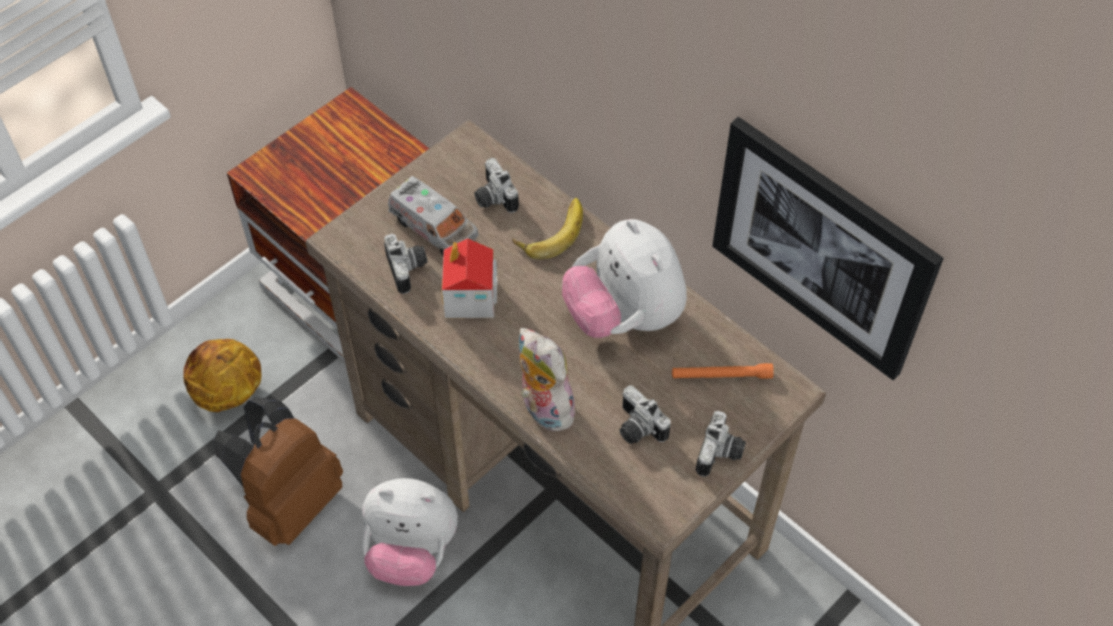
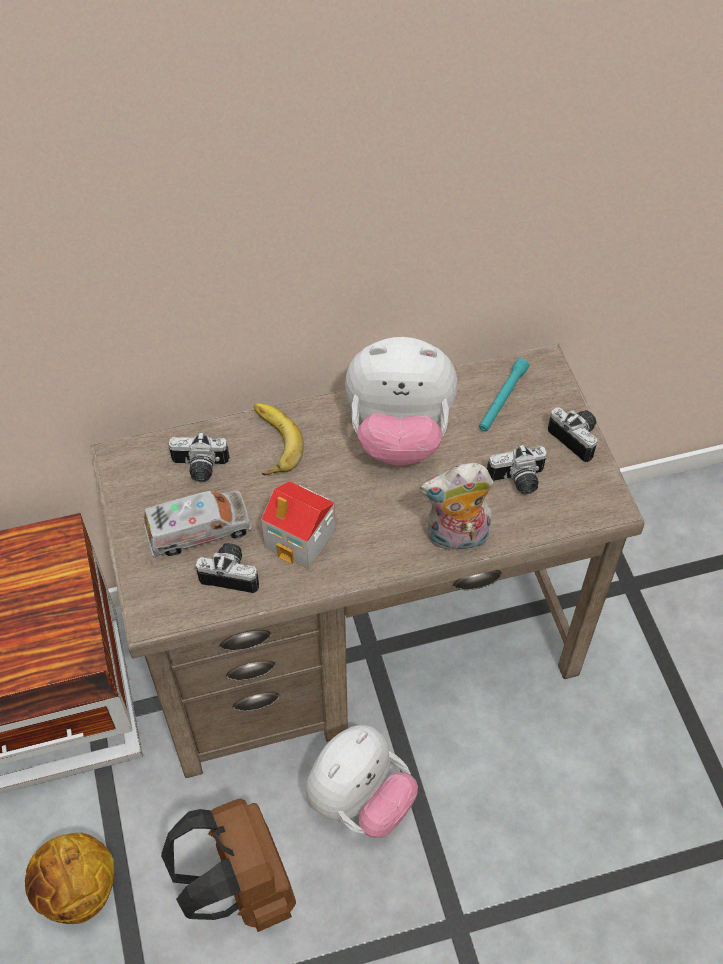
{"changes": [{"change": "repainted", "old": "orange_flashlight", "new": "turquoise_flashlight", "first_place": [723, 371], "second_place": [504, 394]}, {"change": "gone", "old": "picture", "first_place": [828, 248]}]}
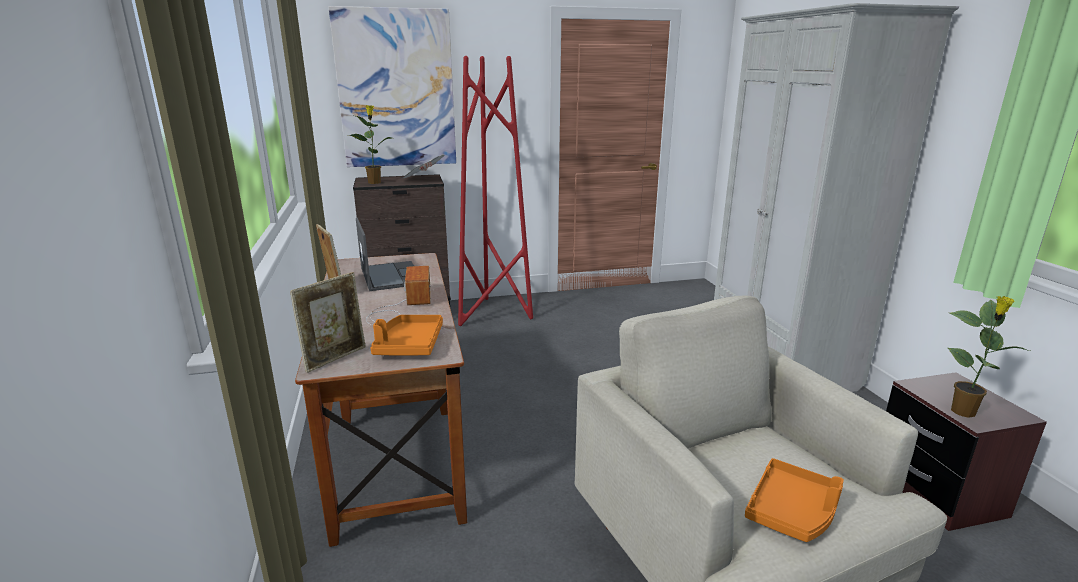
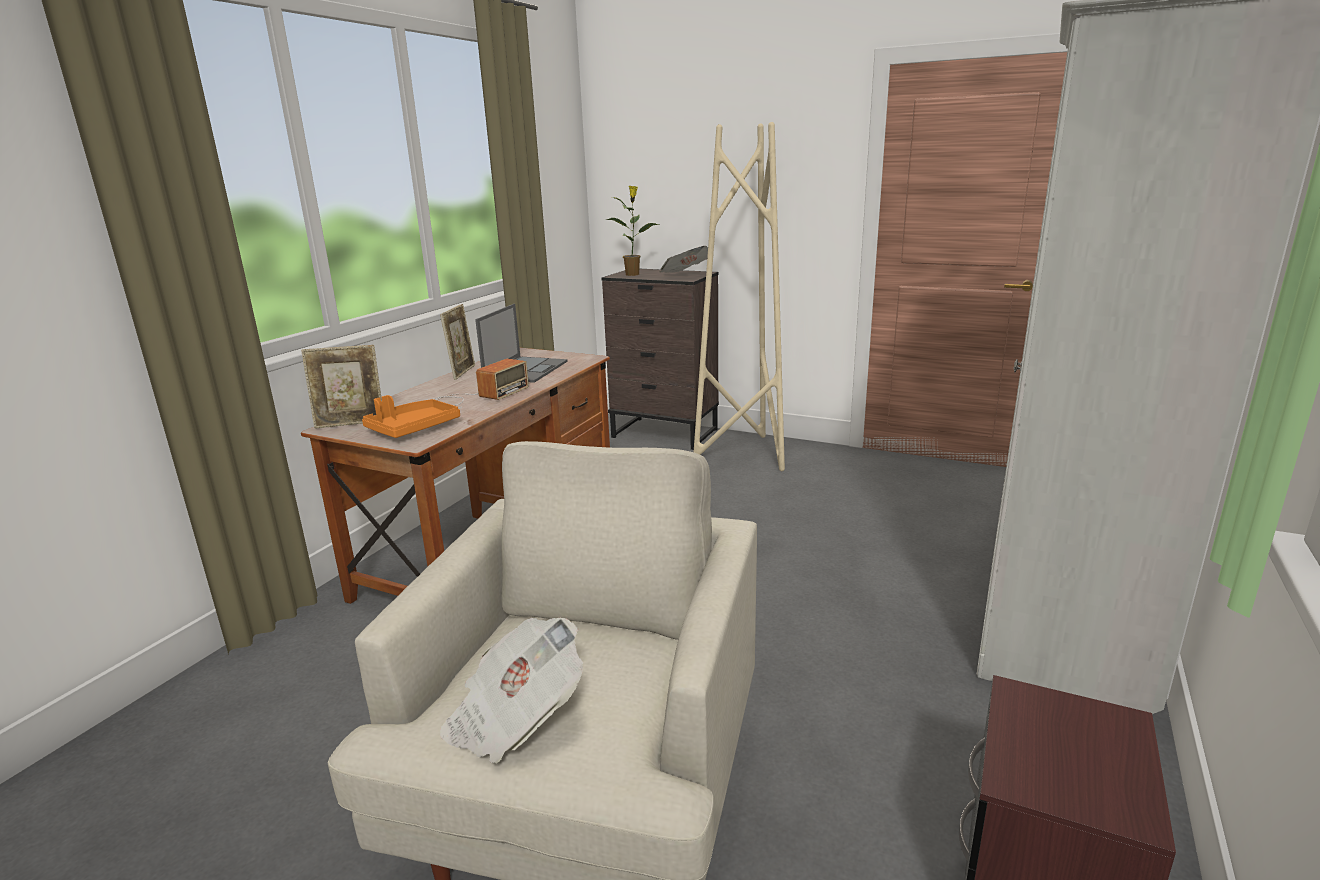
{"changes": [{"change": "swapped", "old": "orange_tray", "new": "newspaper", "first_place": [794, 500], "second_place": [511, 691]}, {"change": "repainted", "old": "red_clothes_rack", "new": "beige_clothes_rack", "first_place": [495, 191], "second_place": [739, 296]}, {"change": "gone", "old": "picture", "first_place": [392, 86]}, {"change": "gone", "old": "potted_plant", "first_place": [989, 357]}]}
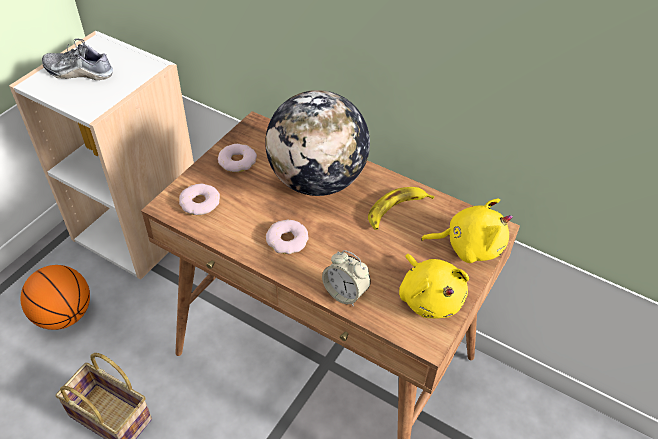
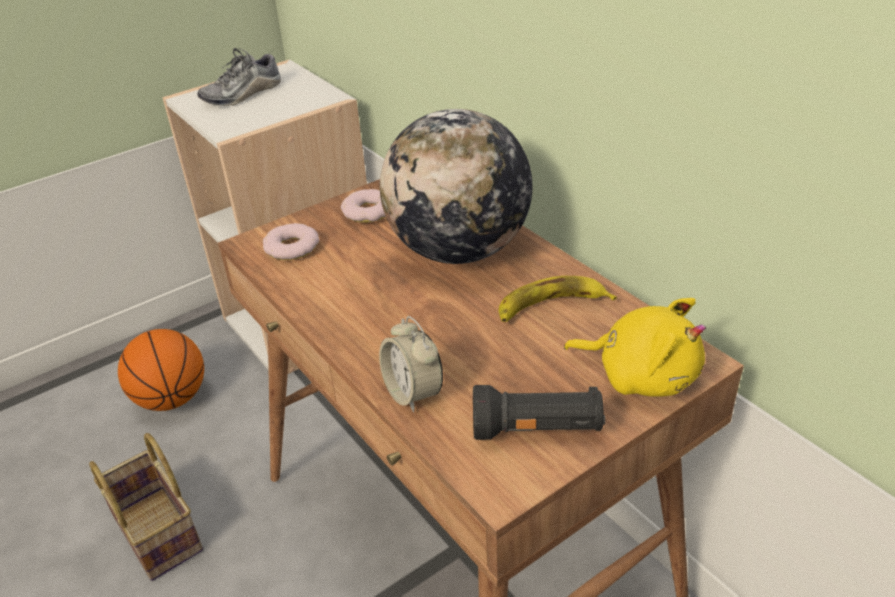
{"changes": [{"change": "rotated", "old": "shoe", "first_place": [77, 59], "second_place": [239, 77], "degrees": -75}, {"change": "swapped", "old": "yellow_plush_toy", "new": "black_flashlight", "first_place": [434, 286], "second_place": [539, 412]}, {"change": "gone", "old": "donut", "first_place": [287, 237]}]}
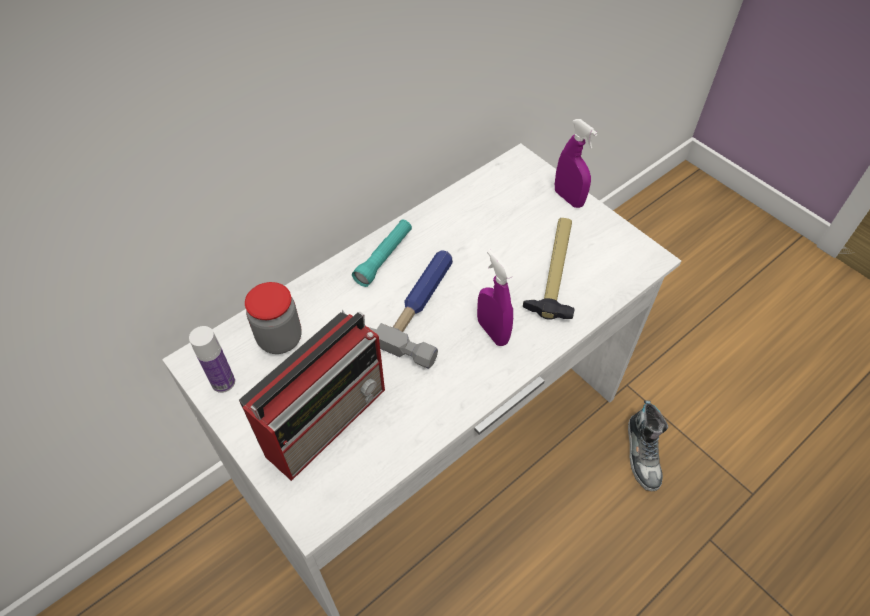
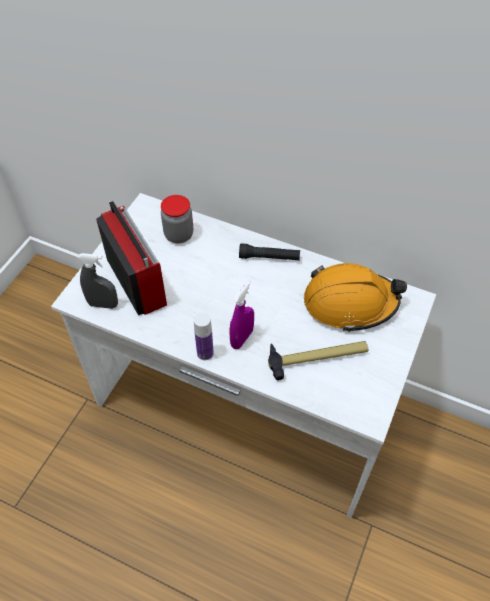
{"changes": [{"change": "new", "new": "grey_spray_bottle", "second_place": [97, 281]}, {"change": "rotated", "old": "radio", "first_place": [312, 396], "second_place": [131, 257], "degrees": -135}, {"change": "shifted", "old": "bottle", "first_place": [212, 359], "second_place": [204, 336]}, {"change": "repainted", "old": "turquoise_flashlight", "new": "black_flashlight", "first_place": [382, 253], "second_place": [269, 252]}, {"change": "new", "new": "orange_hard_hat", "second_place": [355, 297]}, {"change": "gone", "old": "hammer", "first_place": [397, 309]}, {"change": "gone", "old": "purple_spray_bottle", "first_place": [576, 163]}, {"change": "gone", "old": "shoe", "first_place": [648, 446]}]}
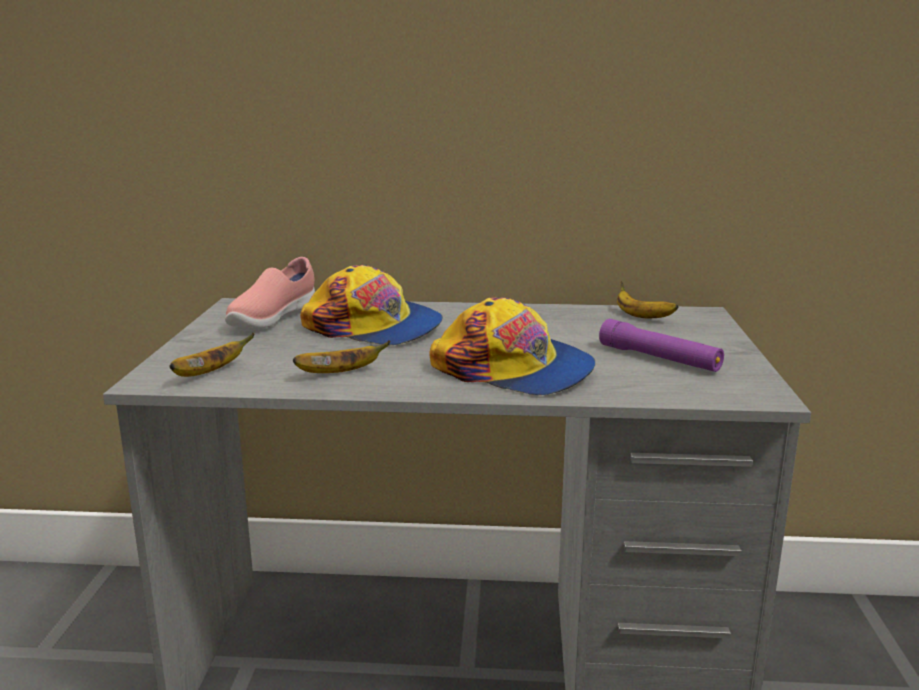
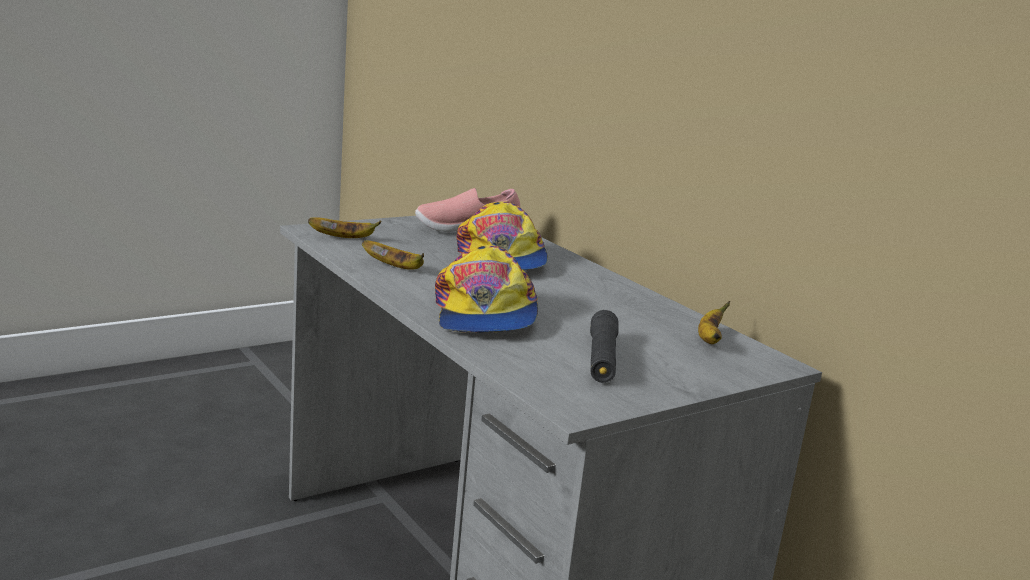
{"changes": [{"change": "repainted", "old": "purple_flashlight", "new": "black_flashlight", "first_place": [661, 345], "second_place": [604, 346]}]}
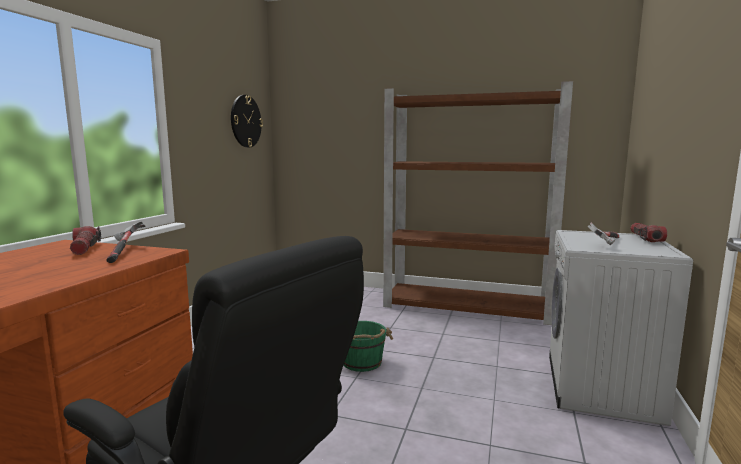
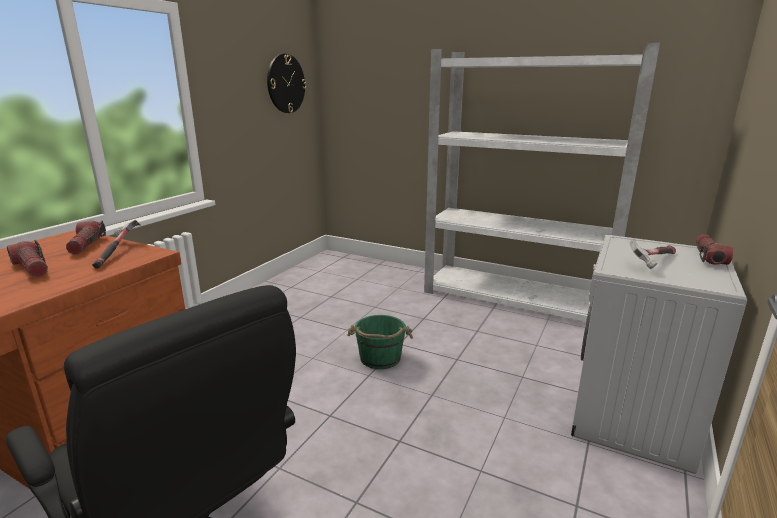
{"changes": [{"change": "new", "new": "flashlight", "second_place": [27, 258]}, {"change": "repainted", "old": "brown_bookcase", "new": "white_bookcase", "first_place": [478, 203], "second_place": [542, 181]}]}
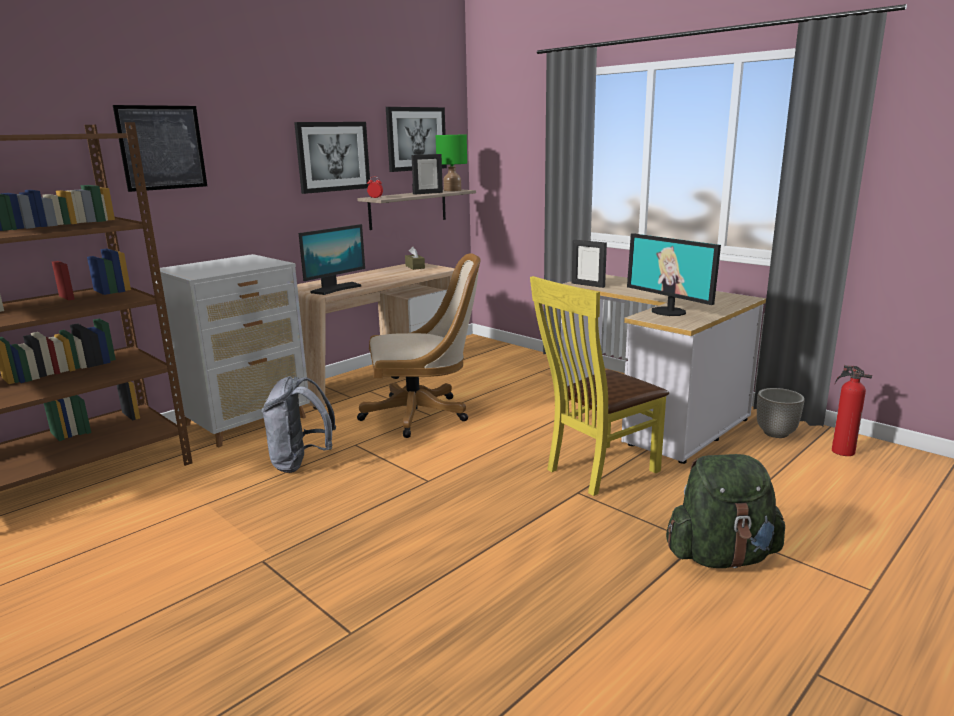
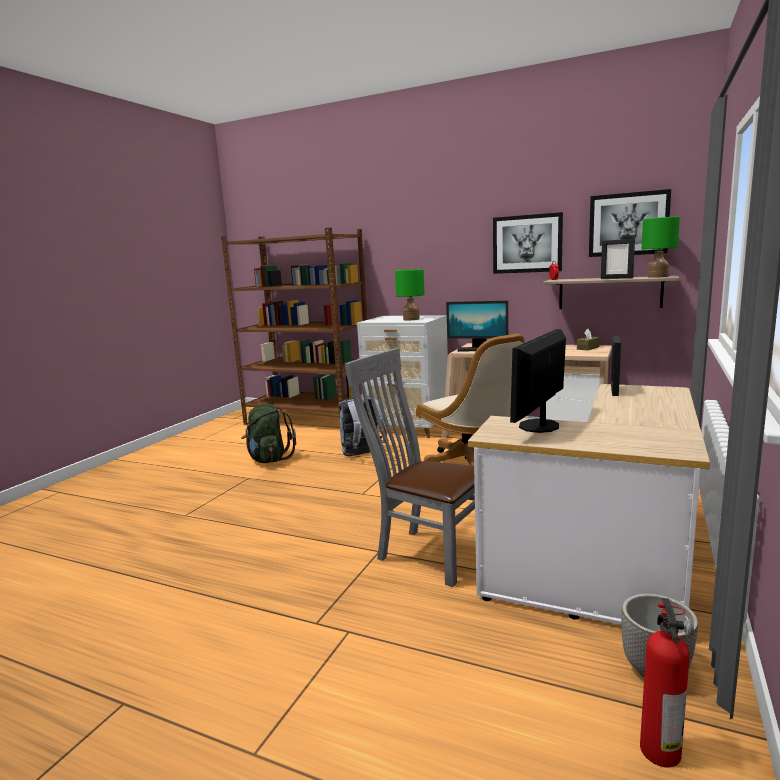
{"changes": [{"change": "shifted", "old": "green_backpack", "first_place": [725, 511], "second_place": [268, 433]}, {"change": "repainted", "old": "yellow_chair", "new": "grey_chair", "first_place": [599, 386], "second_place": [410, 468]}, {"change": "new", "new": "green_table_lamp", "second_place": [410, 294]}, {"change": "gone", "old": "picture", "first_place": [160, 148]}]}
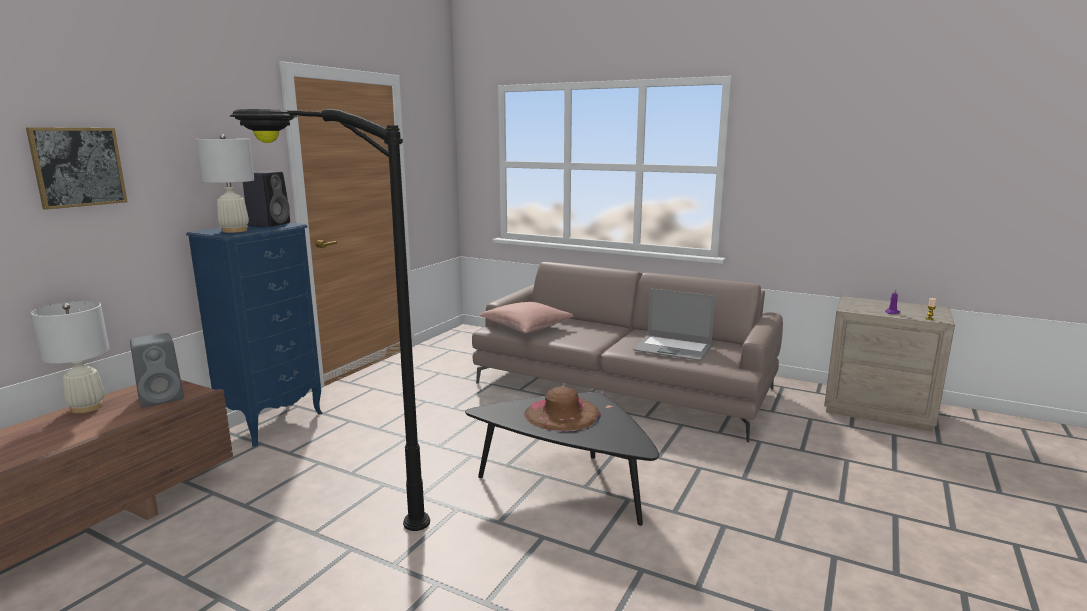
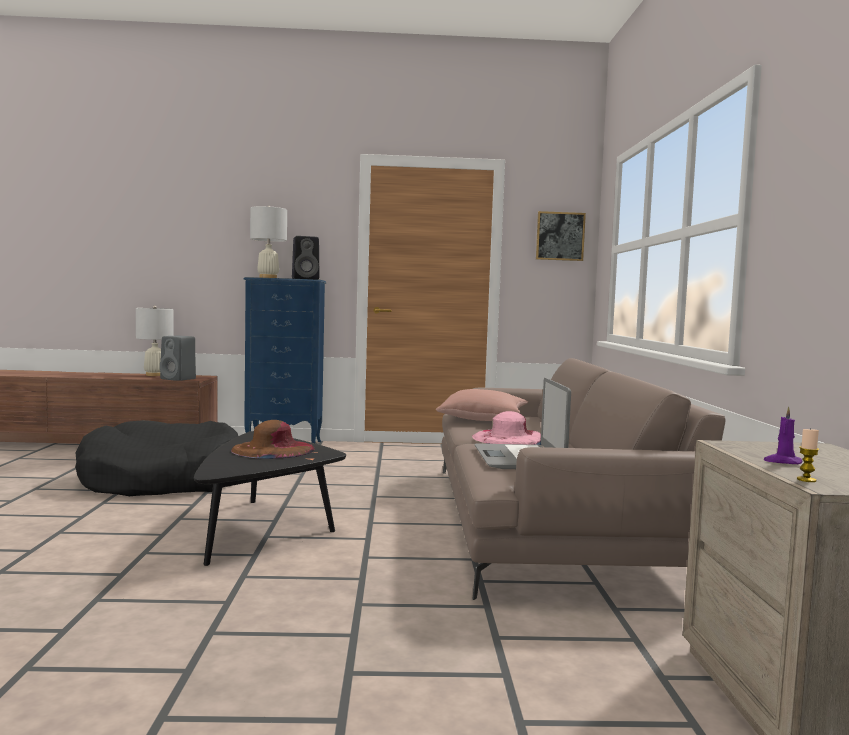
{"changes": [{"change": "swapped", "old": "black_floor_lamp", "new": "black_dog_bed", "first_place": [330, 320], "second_place": [156, 458]}, {"change": "new", "new": "pink_hat", "second_place": [507, 428]}, {"change": "shifted", "old": "picture", "first_place": [76, 168], "second_place": [561, 236]}]}
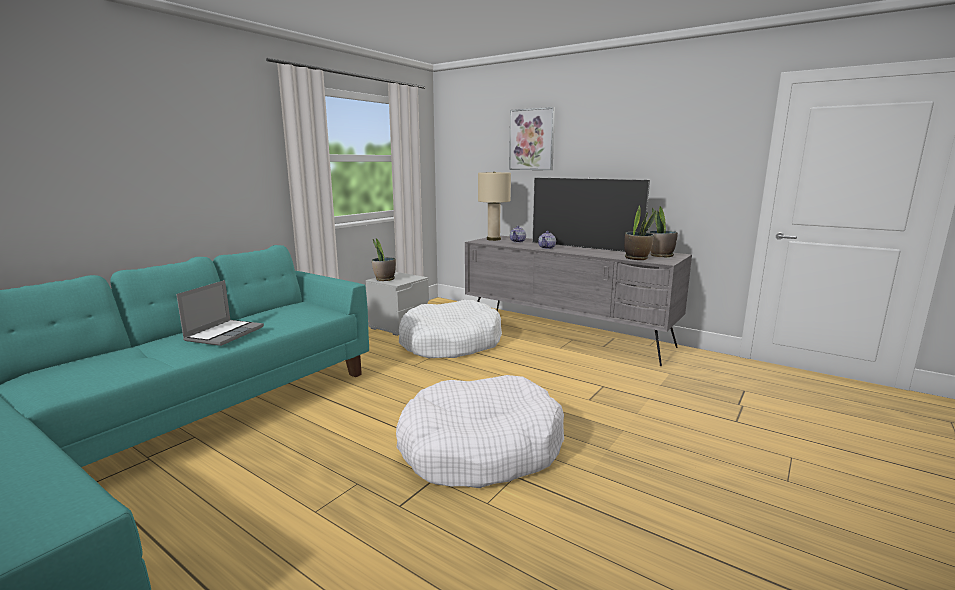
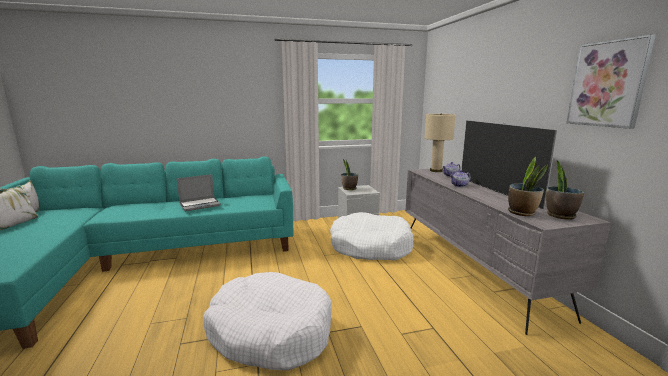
{"changes": [{"change": "shifted", "old": "picture", "first_place": [532, 138], "second_place": [611, 81]}]}
